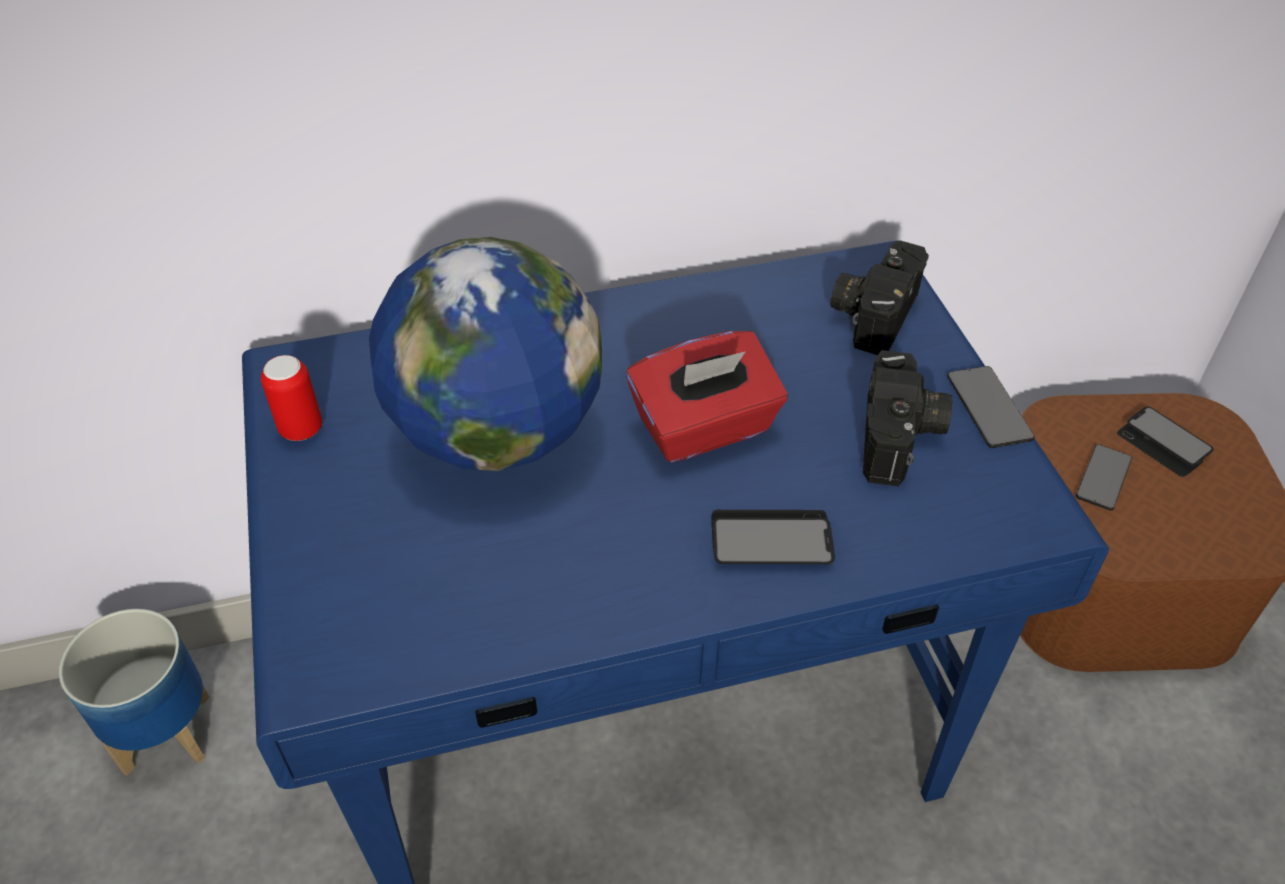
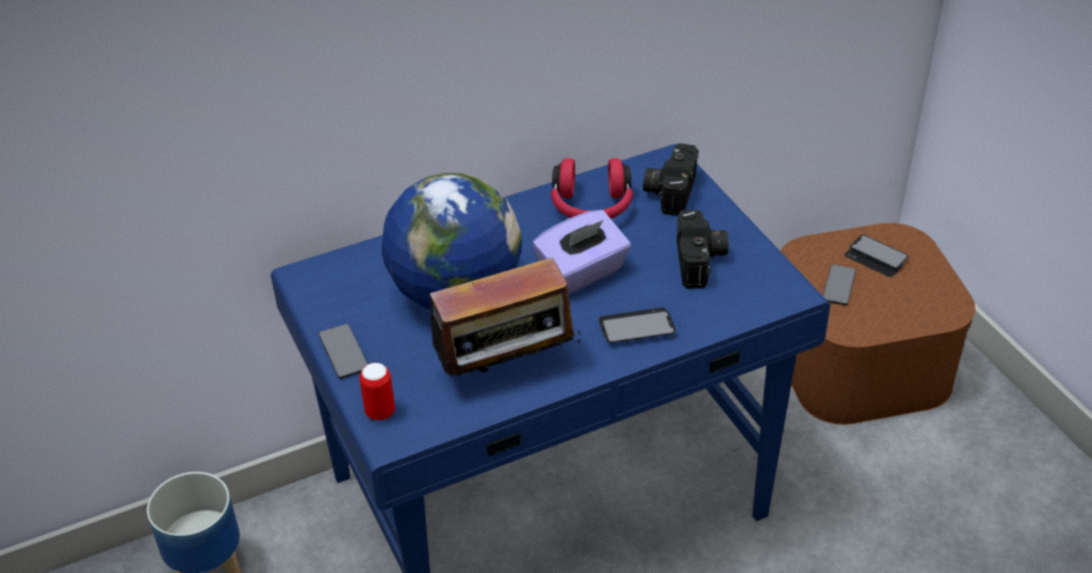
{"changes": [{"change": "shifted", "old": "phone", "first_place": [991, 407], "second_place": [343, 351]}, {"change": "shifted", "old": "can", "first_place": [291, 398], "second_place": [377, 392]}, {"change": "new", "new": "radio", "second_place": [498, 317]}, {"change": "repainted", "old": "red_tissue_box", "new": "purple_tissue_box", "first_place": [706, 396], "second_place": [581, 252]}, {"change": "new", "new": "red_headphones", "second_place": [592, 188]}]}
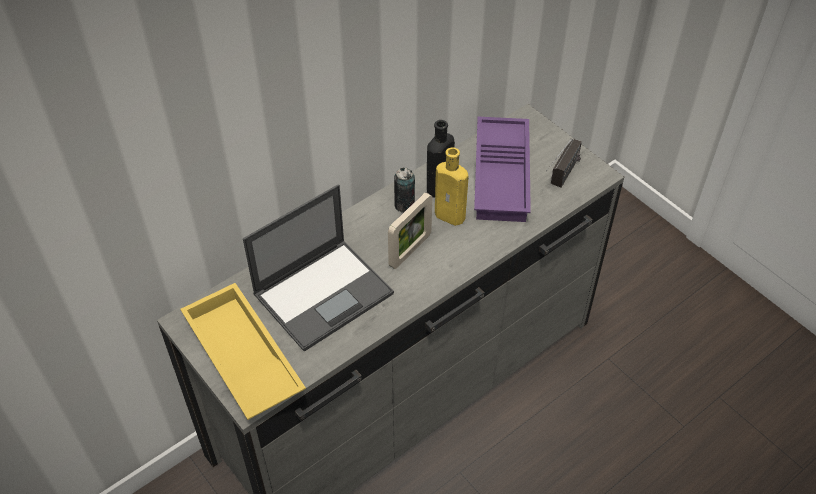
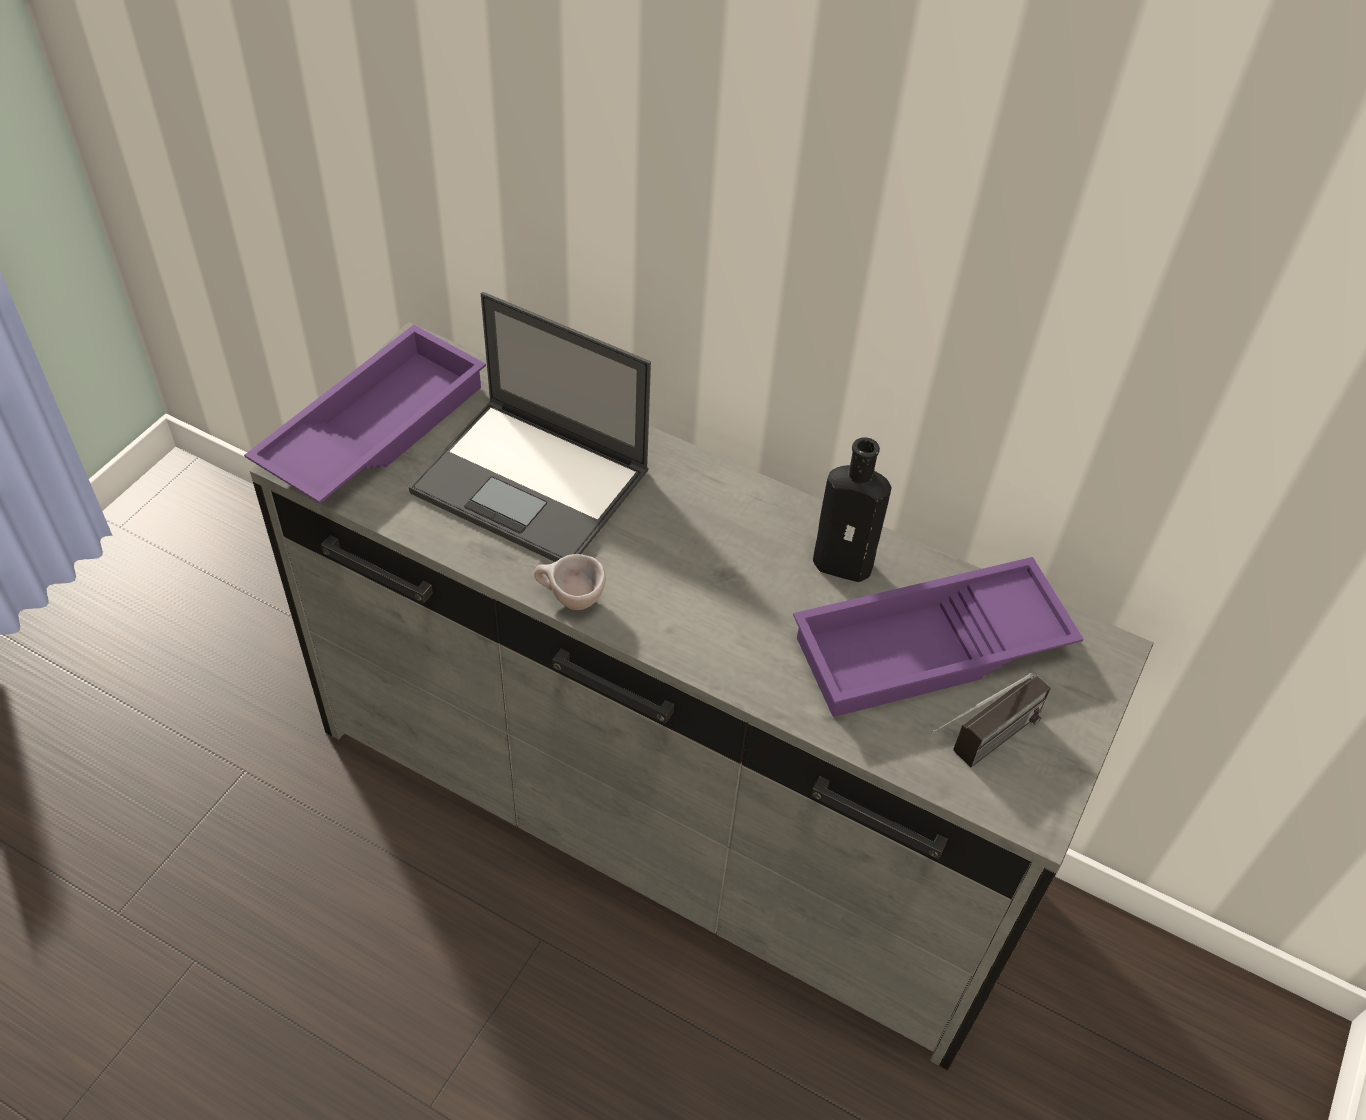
{"changes": [{"change": "repainted", "old": "yellow_tray", "new": "purple_tray", "first_place": [243, 351], "second_place": [365, 414]}, {"change": "new", "new": "beige_cup", "second_place": [570, 582]}, {"change": "rotated", "old": "radio", "first_place": [564, 163], "second_place": [991, 720], "degrees": -45}, {"change": "gone", "old": "picture_frame", "first_place": [410, 230]}, {"change": "gone", "old": "can", "first_place": [404, 190]}, {"change": "gone", "old": "yellow_bottle", "first_place": [451, 186]}]}
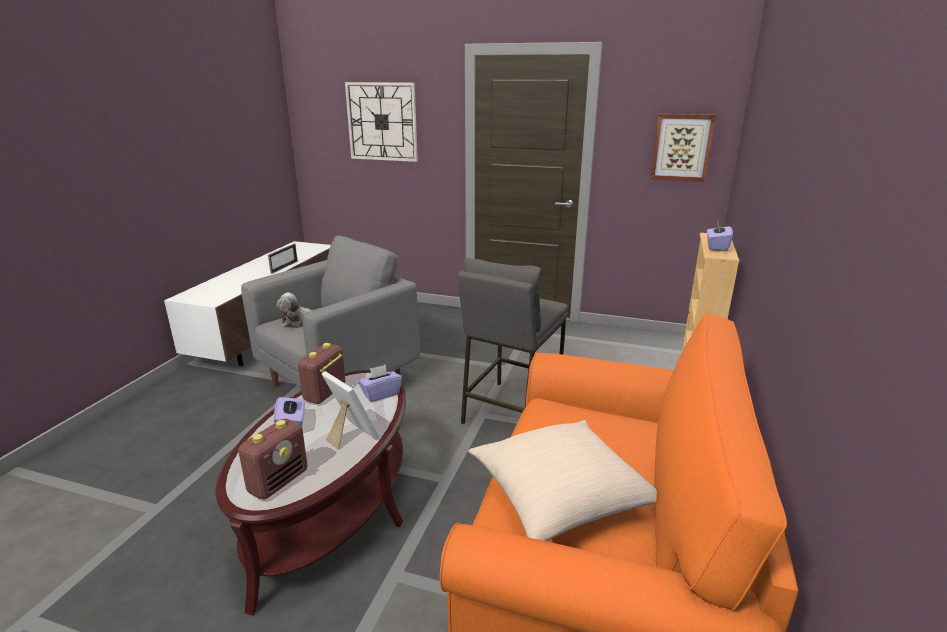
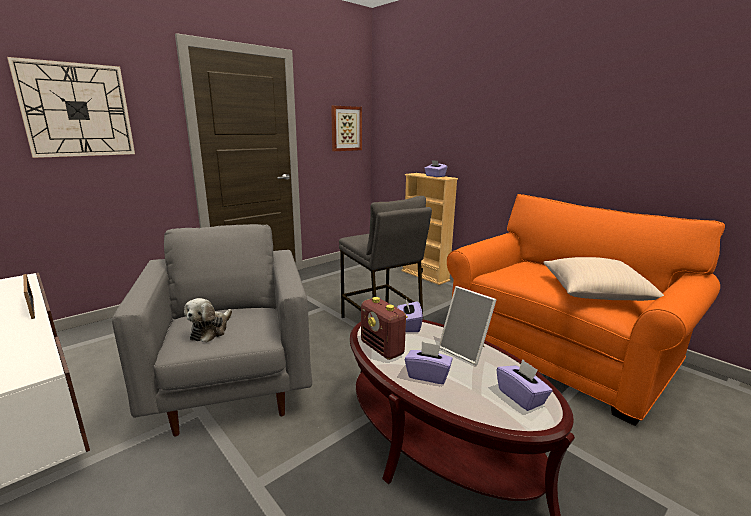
{"changes": [{"change": "rotated", "old": "picture_frame", "first_place": [350, 410], "second_place": [467, 325], "degrees": -120}, {"change": "swapped", "old": "radio", "new": "purple_tissue_box", "first_place": [272, 459], "second_place": [525, 385]}]}
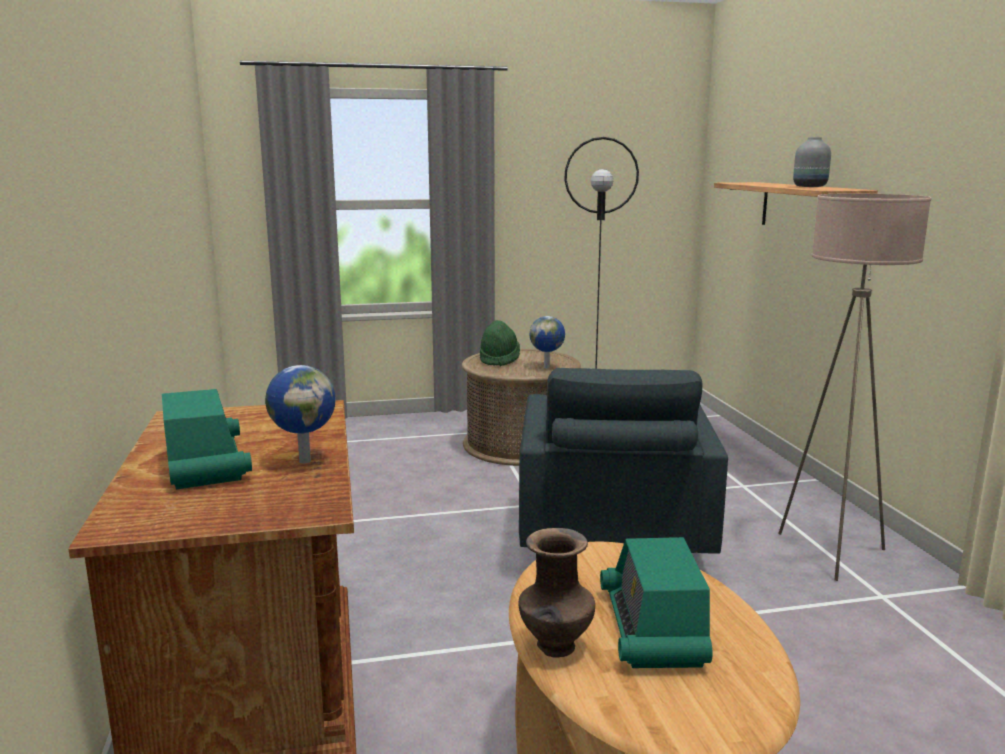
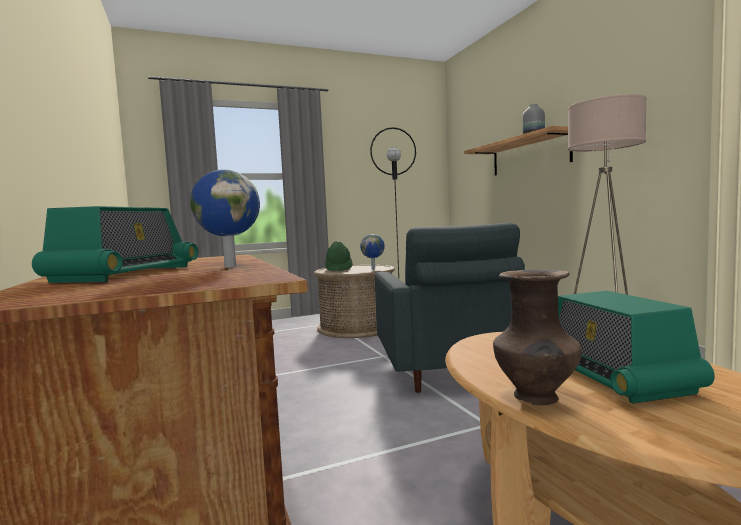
{"changes": [{"change": "rotated", "old": "radio", "first_place": [207, 439], "second_place": [115, 244], "degrees": 45}]}
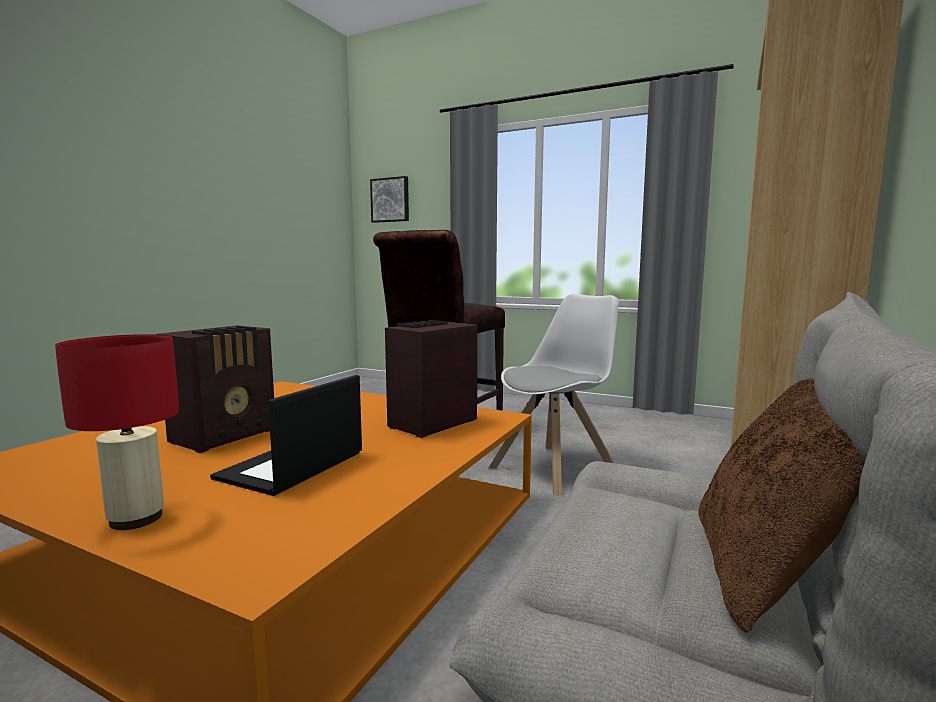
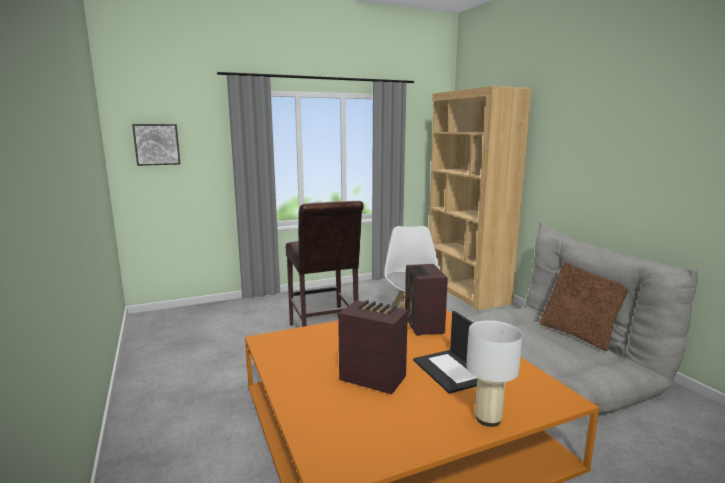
{"changes": [{"change": "rotated", "old": "radio", "first_place": [215, 389], "second_place": [373, 347], "degrees": -45}, {"change": "repainted", "old": "red_table_lamp", "new": "white_table_lamp", "first_place": [117, 432], "second_place": [494, 373]}]}
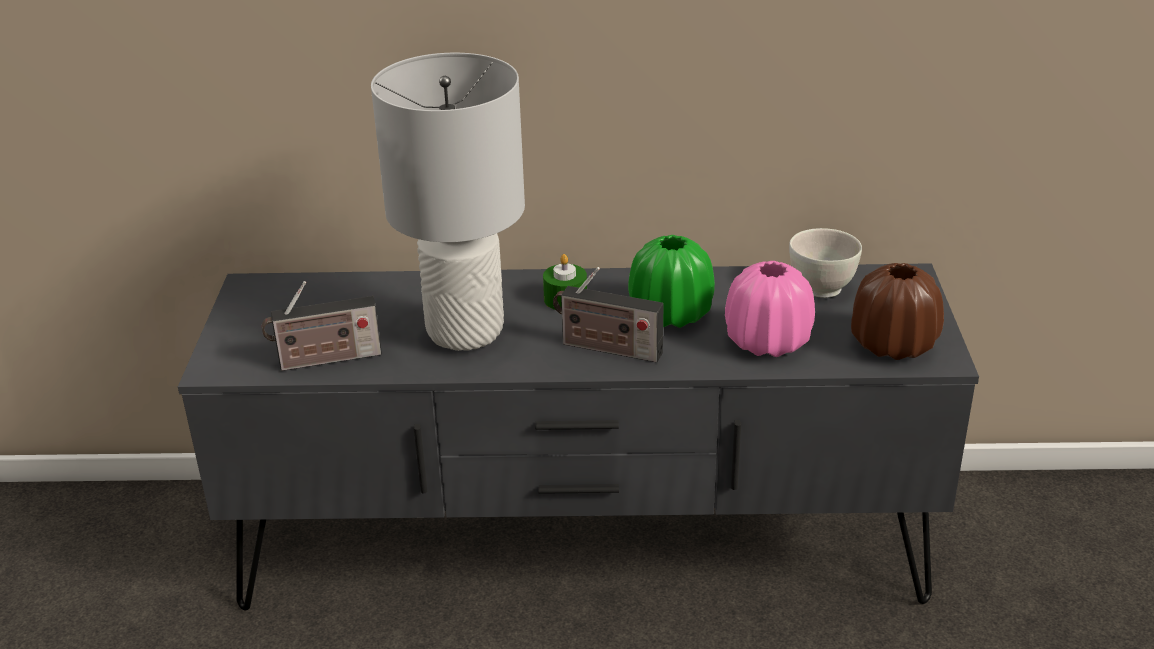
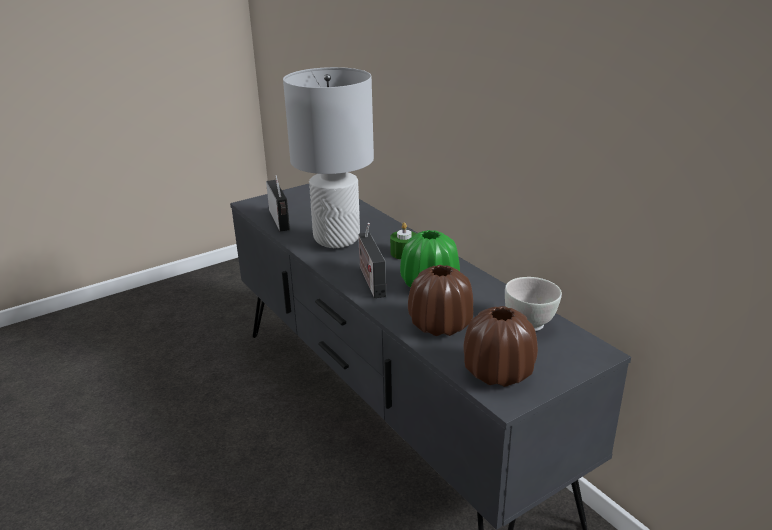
{"changes": [{"change": "rotated", "old": "radio", "first_place": [322, 326], "second_place": [278, 203], "degrees": -150}, {"change": "repainted", "old": "pink_vase", "new": "brown_vase", "first_place": [770, 309], "second_place": [440, 300]}]}
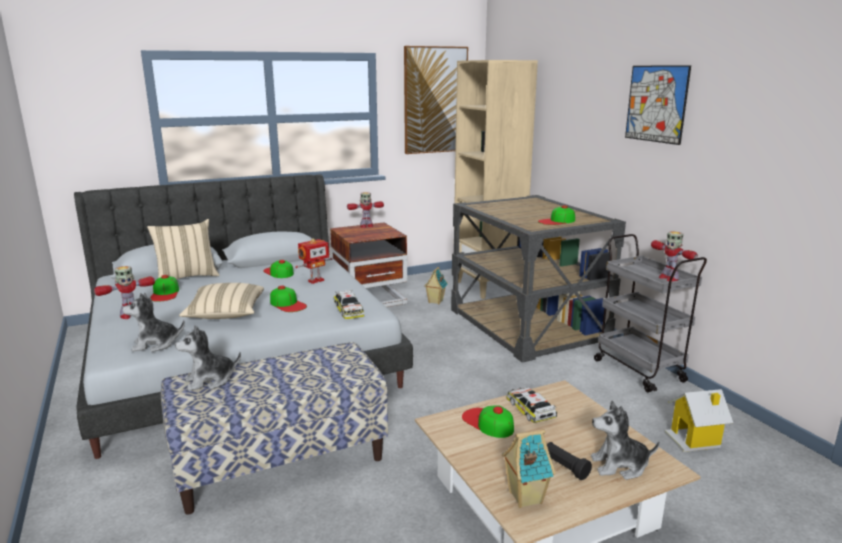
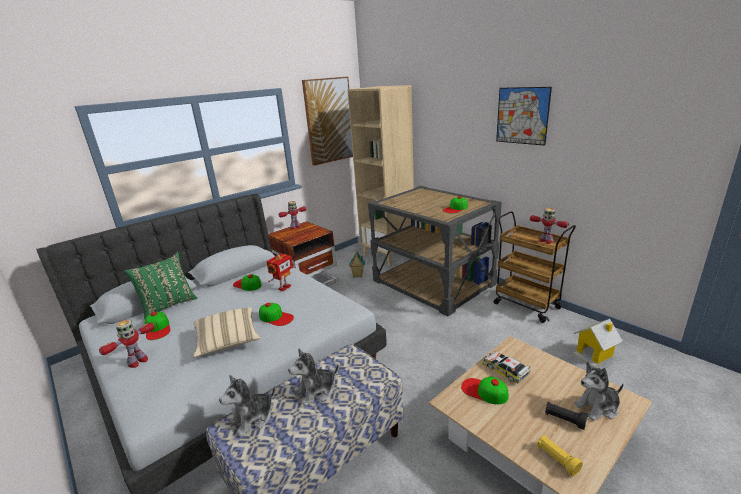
{"changes": [{"change": "repainted", "old": "beige_pillow", "new": "green_pillow", "first_place": [183, 249], "second_place": [160, 285]}, {"change": "shifted", "old": "plush_toy", "first_place": [153, 322], "second_place": [313, 378]}, {"change": "repainted", "old": "grey_cart", "new": "brown_cart", "first_place": [650, 313], "second_place": [535, 267]}, {"change": "swapped", "old": "toy_house", "new": "yellow_flashlight", "first_place": [529, 468], "second_place": [560, 455]}, {"change": "gone", "old": "toy_car", "first_place": [349, 304]}]}
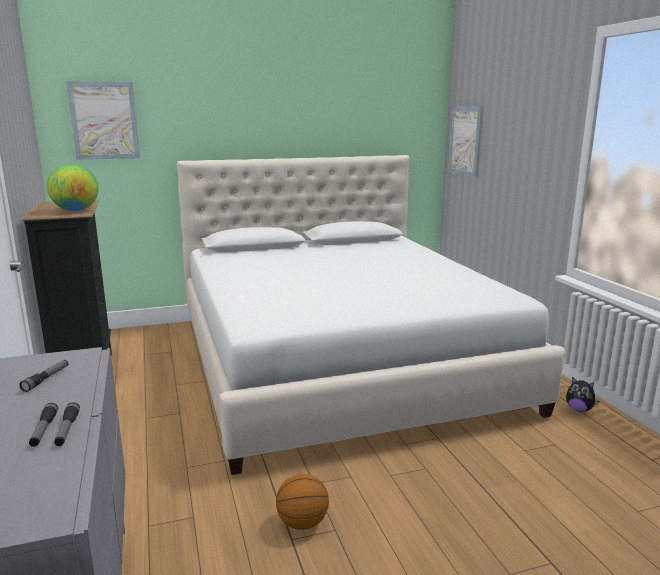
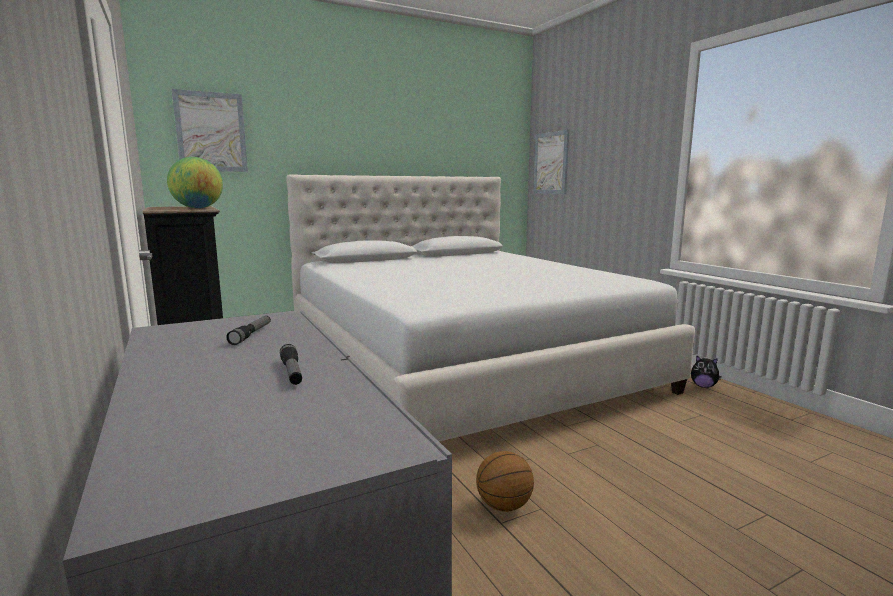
{"changes": [{"change": "gone", "old": "flashlight", "first_place": [67, 424]}]}
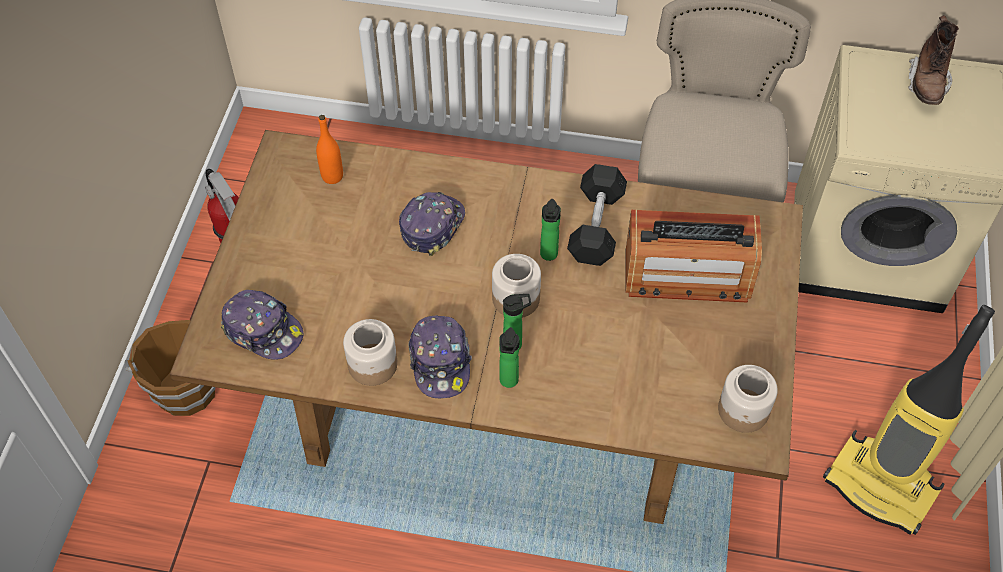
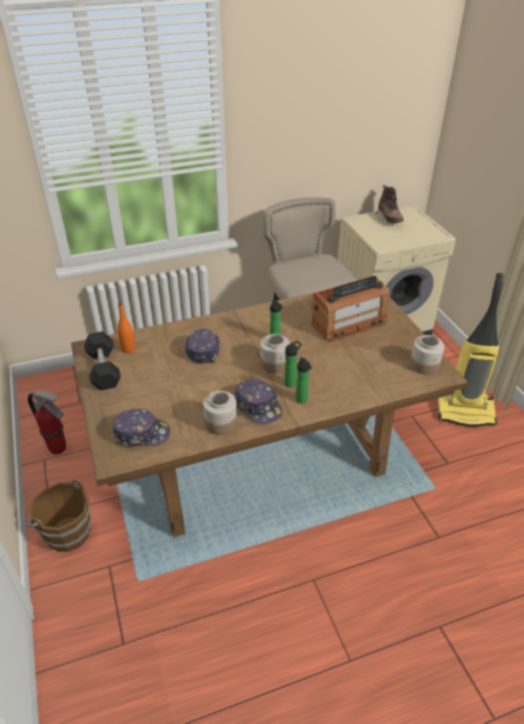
{"changes": [{"change": "shifted", "old": "black_dumbbell", "first_place": [597, 215], "second_place": [102, 361]}]}
